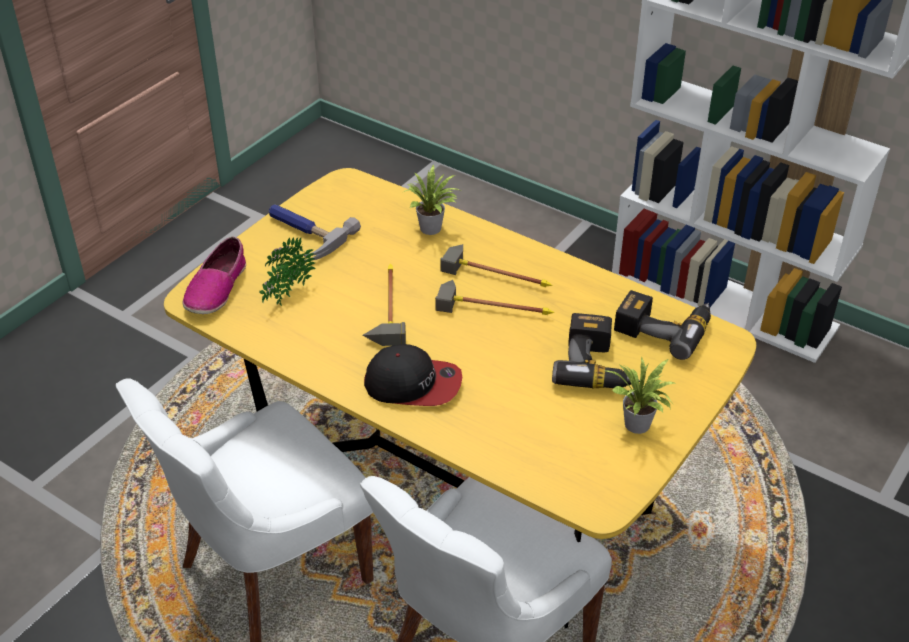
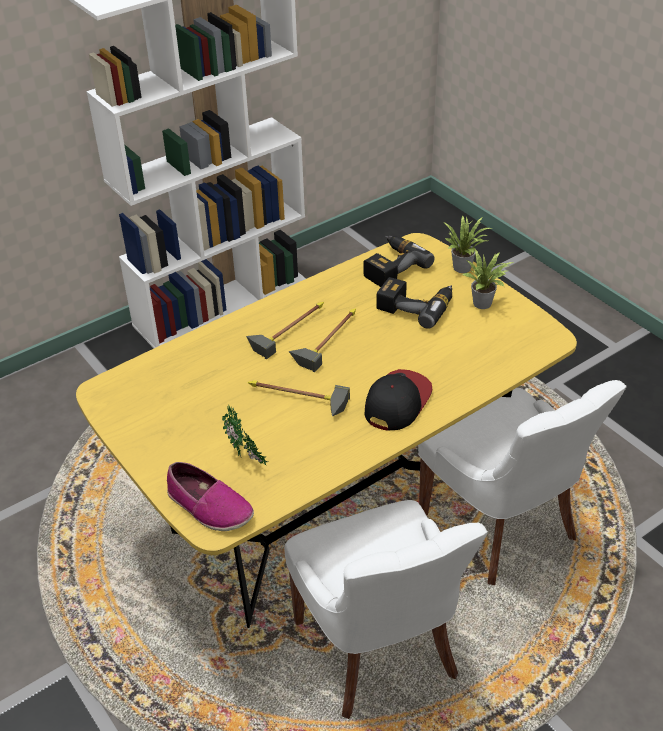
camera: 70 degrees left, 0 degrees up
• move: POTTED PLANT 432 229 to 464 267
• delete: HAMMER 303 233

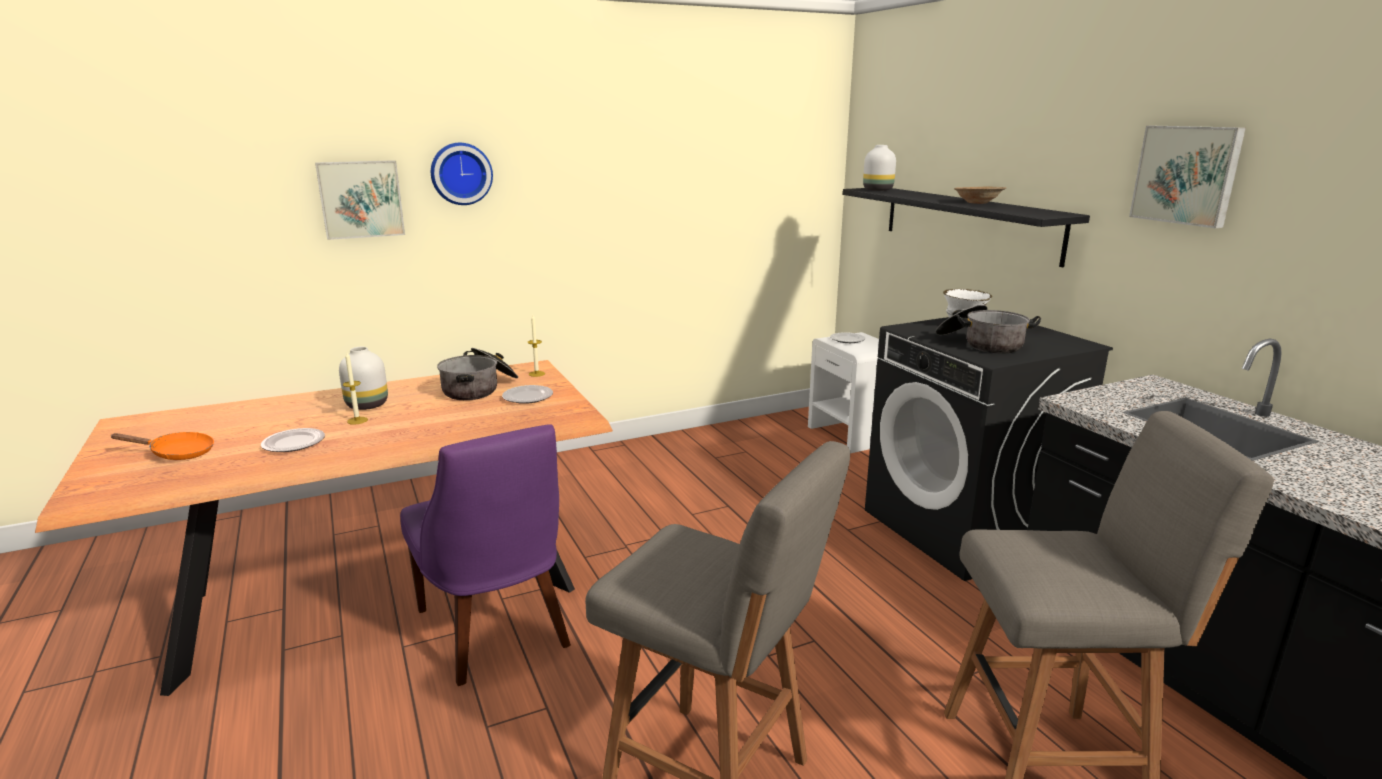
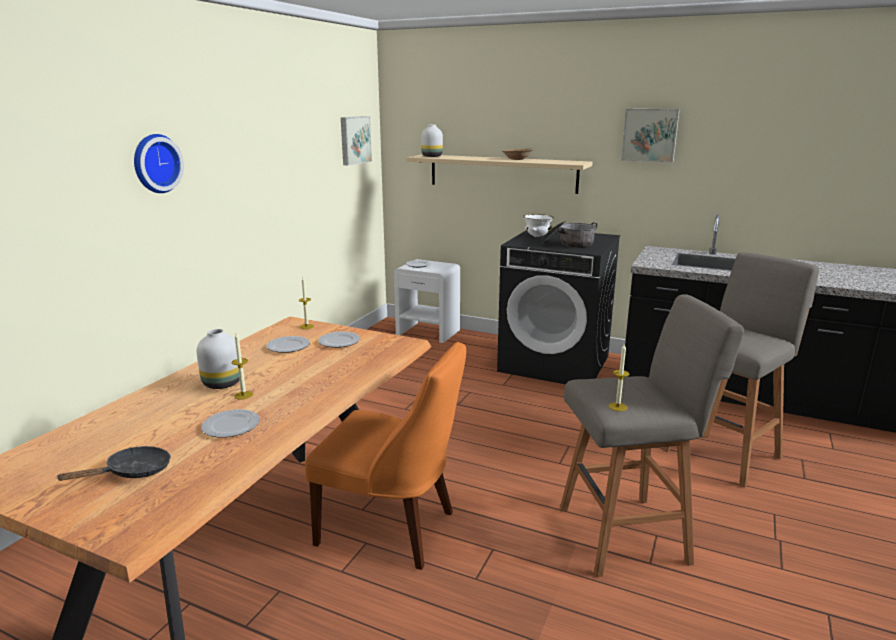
camera: 40 degrees left, 0 degrees up
• recolor: ORANGE FRYING PAN 177 453 to BLACK-COLOURED FRYING PAN 133 472
• replace: SAUCEPOT 480 388 to PLATE 288 347
• recolor: PURPLISH CHAIR 495 632 to ORANGE CHAIR 392 529
• move: WALL ART 361 199 to 354 140
• recolor: BLACK-COLOURED BRACKET SHELF 968 223 to BEIGE BRACKET SHELF 502 173
• insert: WAX CANDLE 617 407

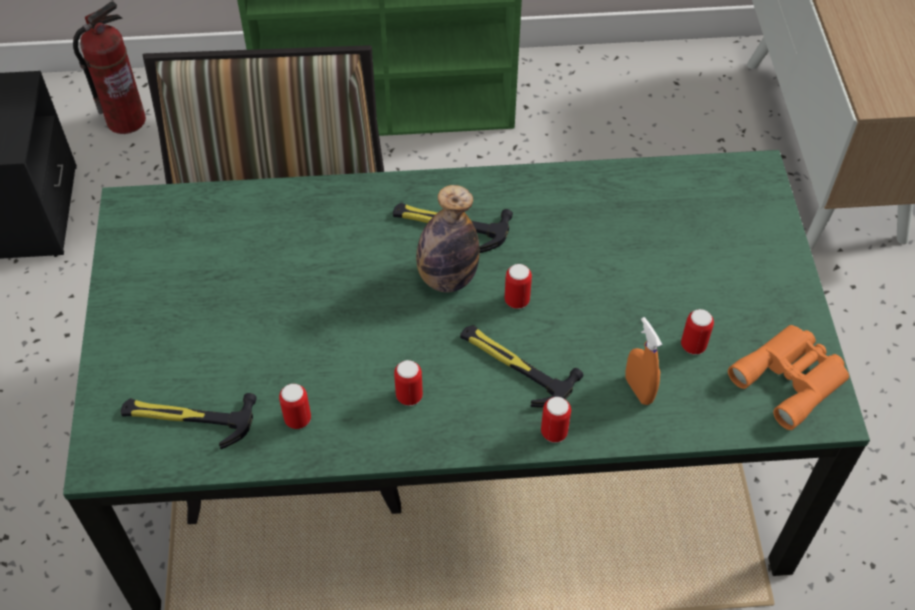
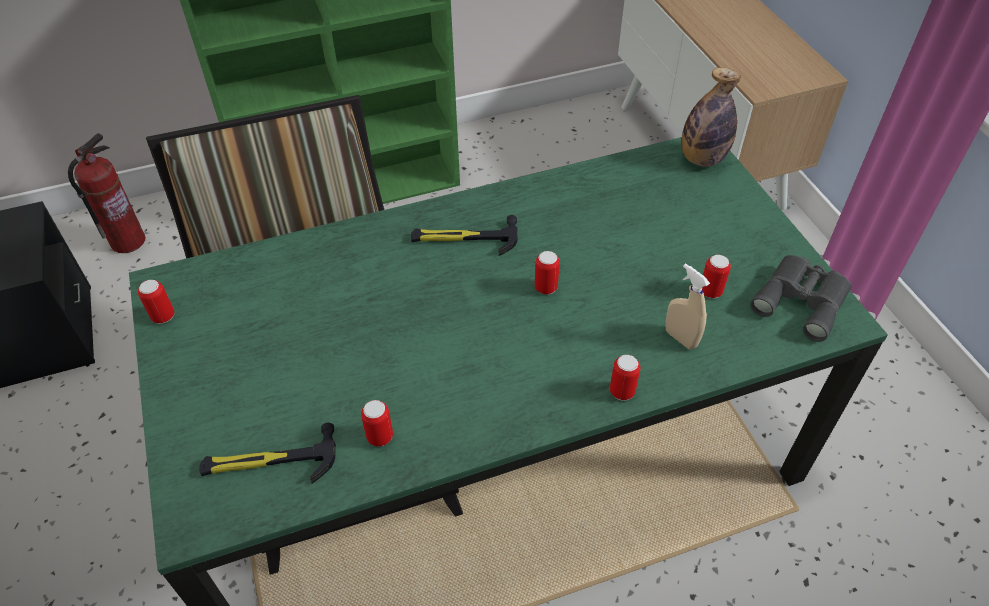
camera: 15 degrees left, 5 degrees down
• move: METAL CAN 409 396 to 163 316
• recolor: ORANGE SPRAYER 638 390 to BEIGE SPRAYER 680 338
• move: BEVERAGE BOTTLE 447 278 to 702 159
• recolor: ORANGE FIELD GLASSES 791 378 to GREY FIELD GLASSES 802 299
• delete: HAMMER 514 365

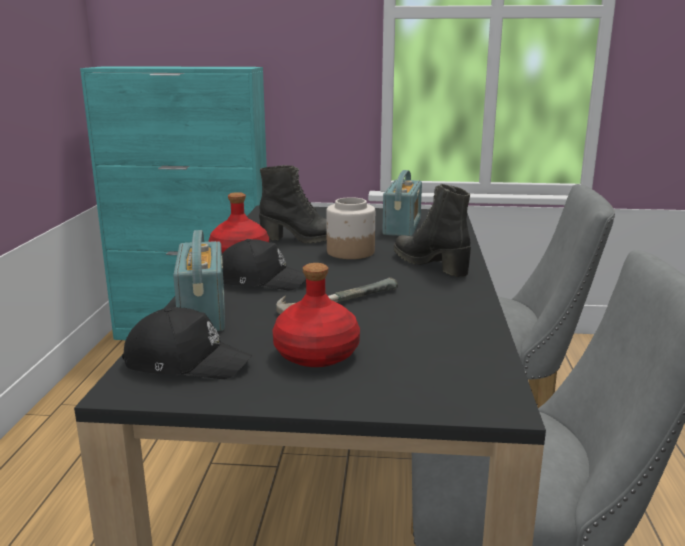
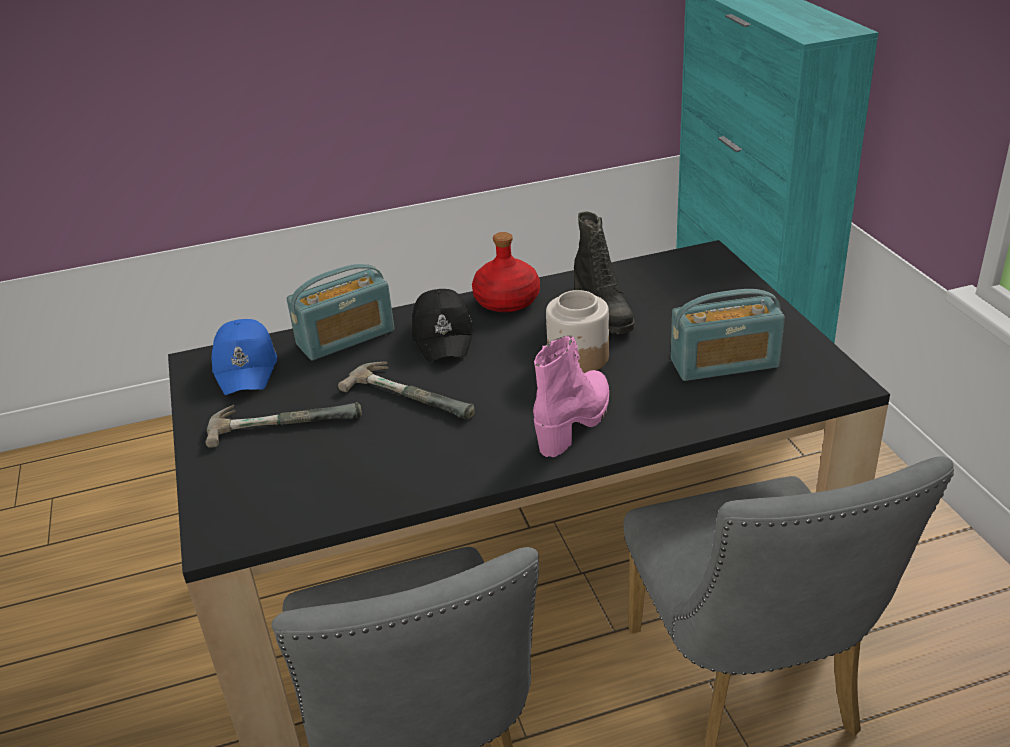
camera: 70 degrees right, 15 degrees up
• replace: RED BEVERAGE BOTTLE 316 353 to HAMMER 284 419
• recolor: BLACK-COLOURED BASEBALL CAP 186 362 to BLUISH BASEBALL CAP 247 367
• recolor: BLACK-COLOURED BOOT 430 264 to PINK-COLOURED BOOT 575 422

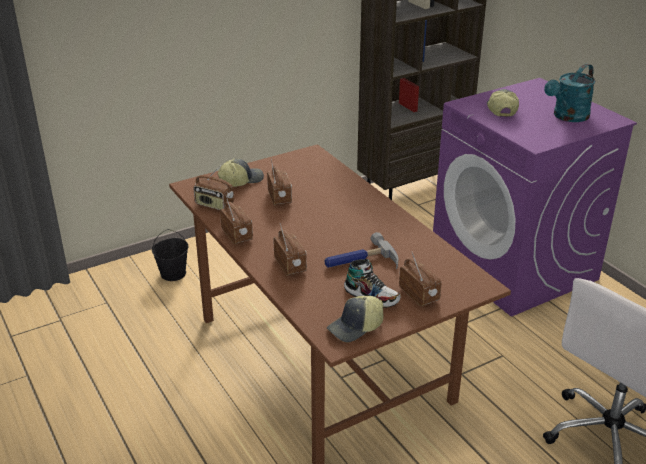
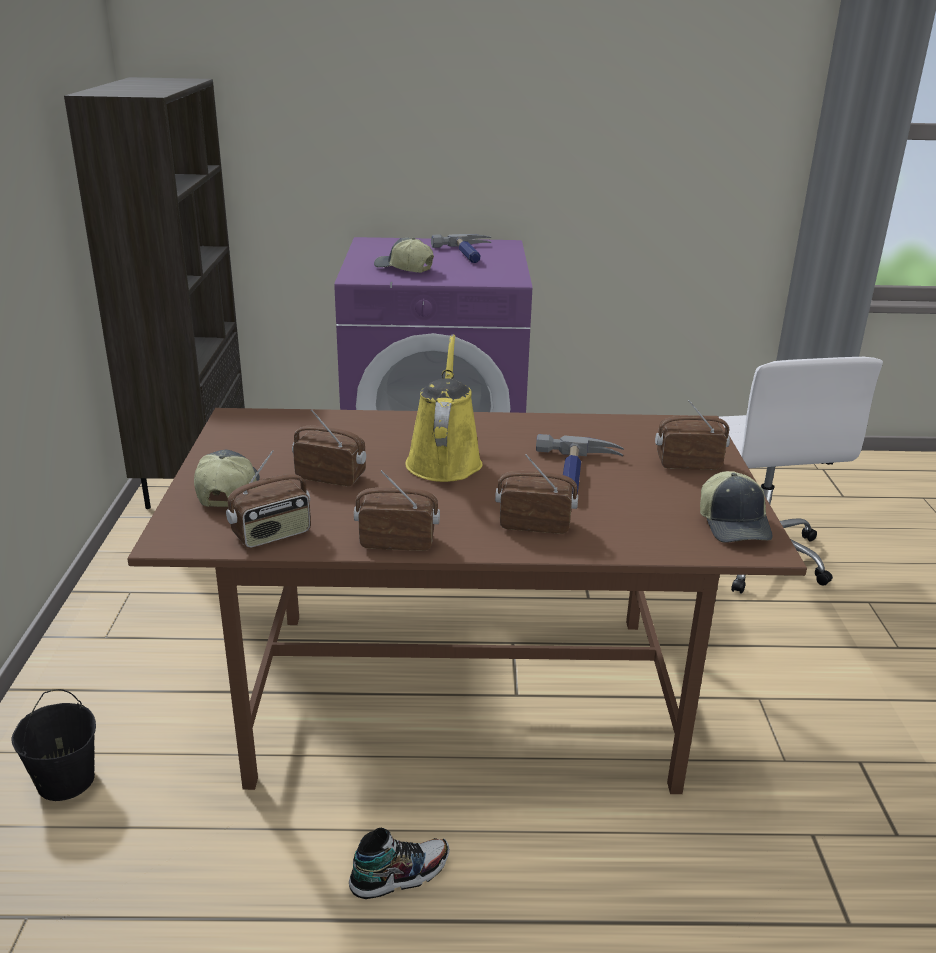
camera: 60 degrees left, 5 degrees down
• move: SHOE 371 296 to 399 874
• insert: YELLOW-COLOURED SPRINKLING CAN 444 460
• replace: BLUE-GREEN SPRINKLING CAN 567 117 to HAMMER 468 254

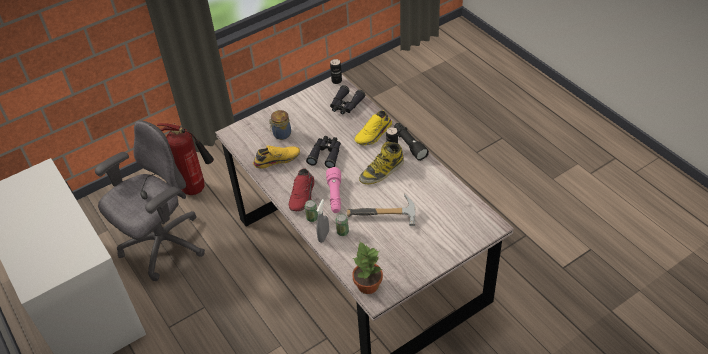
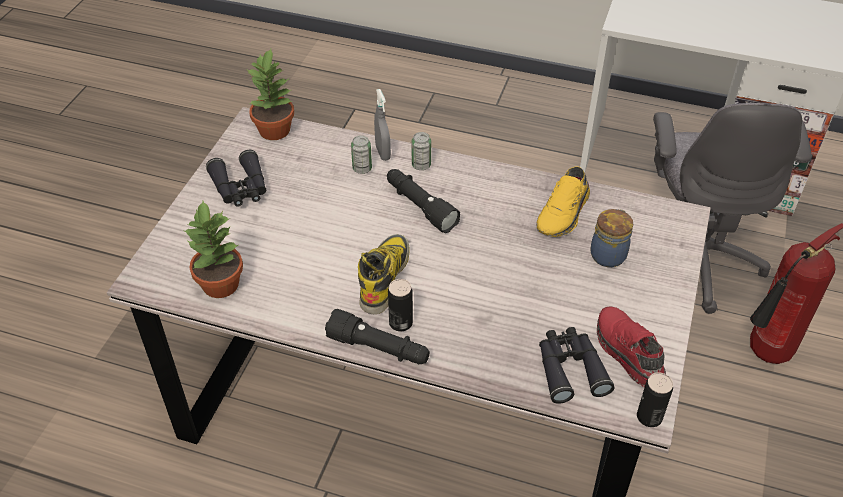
camera: 140 degrees right, 0 degrees up
• insert: POTTED PLANT 220 285
• move: BLACK-COLOURED FIELD GLASSES 326 154 to 240 188
• recolor: PINK-COLOURED TORCH 335 196 to BLACK-COLOURED TORCH 420 206
• move: RED SHOE 303 196 to 627 353
• delete: HAMMER 384 218
• delete: YELLOW-COLOURED SHOE 374 134

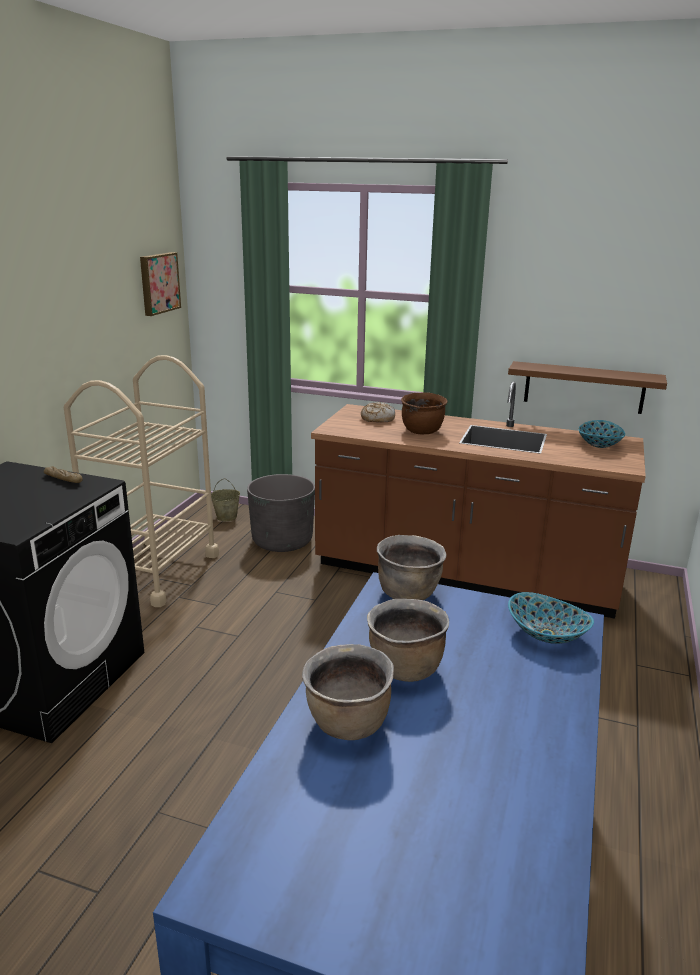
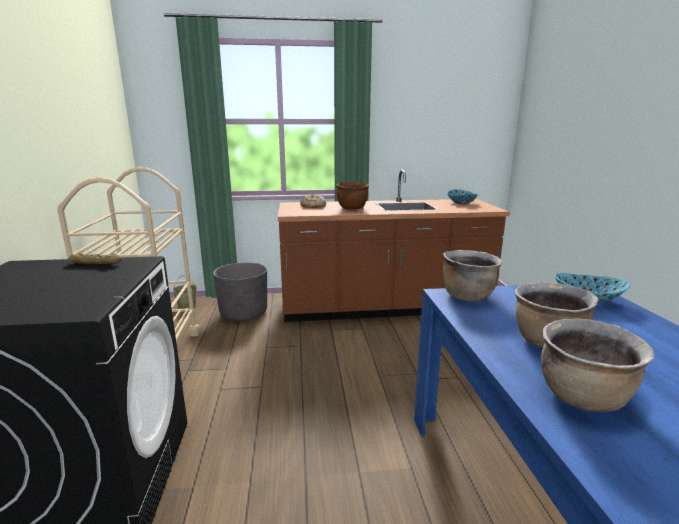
camera: 25 degrees left, 5 degrees down
• delete: WALL ART 158 283
• delete: BROWNISH BRACKET SHELF 584 387

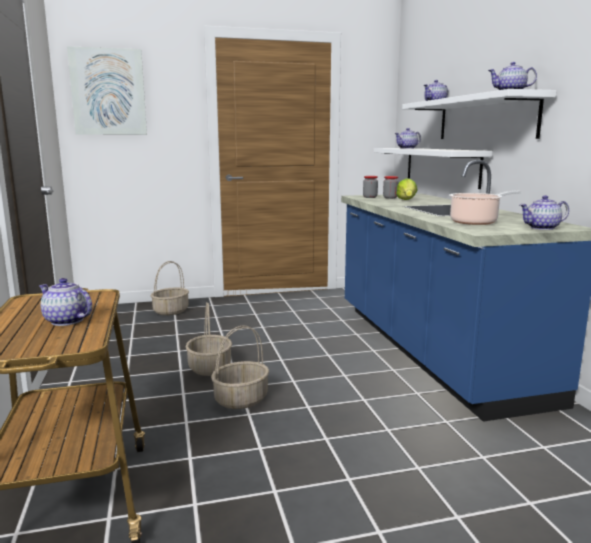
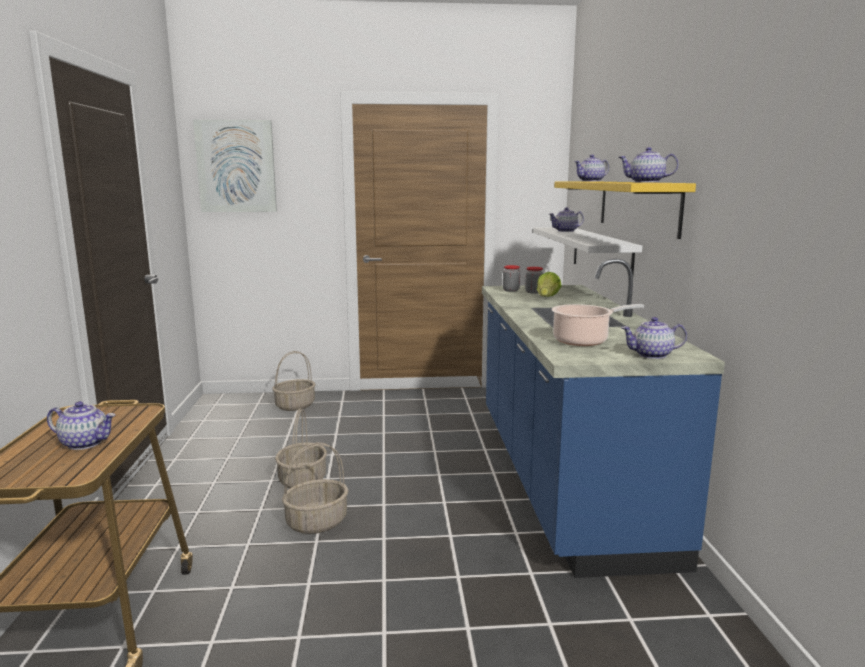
camera: 10 degrees right, 0 degrees up
• rotate: TEAPOT 66 321 = 85 443 150 degrees clockwise
• recolor: WHITE BRACKET SHELF 485 118 to YELLOW-COLOURED BRACKET SHELF 637 206

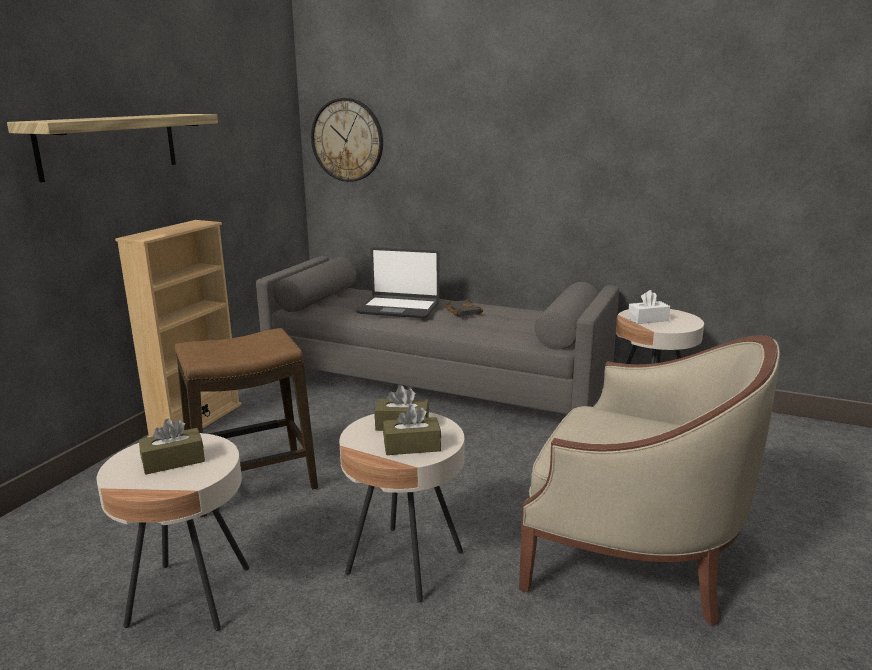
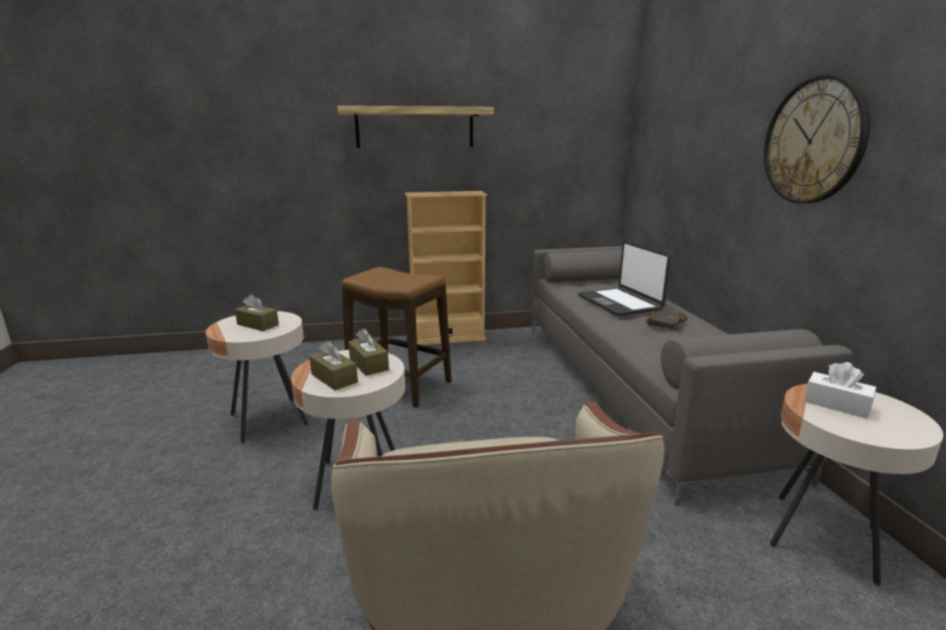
camera: 55 degrees right, 0 degrees up
• move: HANGING CLOCK 347 140 to 814 141

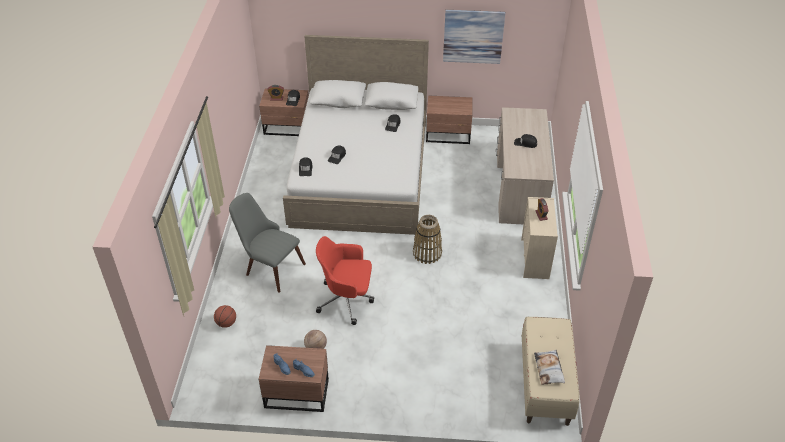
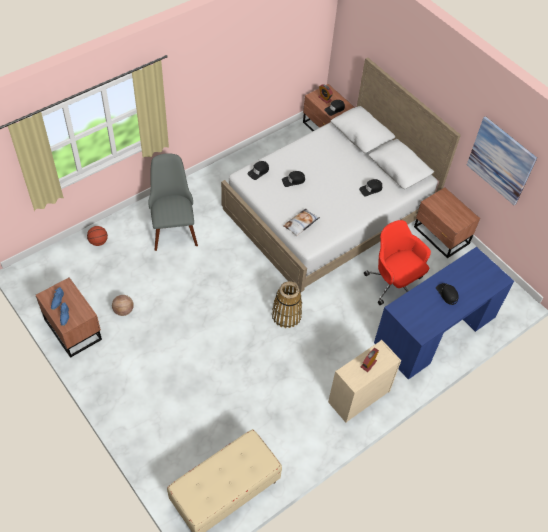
camera: 45 degrees right, 10 degrees up
• move: THROW PILLOW 549 369 to 301 224
• move: RED COMPUTER CHAIR 347 300 to 394 283
• recolor: BEIGE DESK UNIT 519 187 to BLUISH DESK UNIT 434 329

